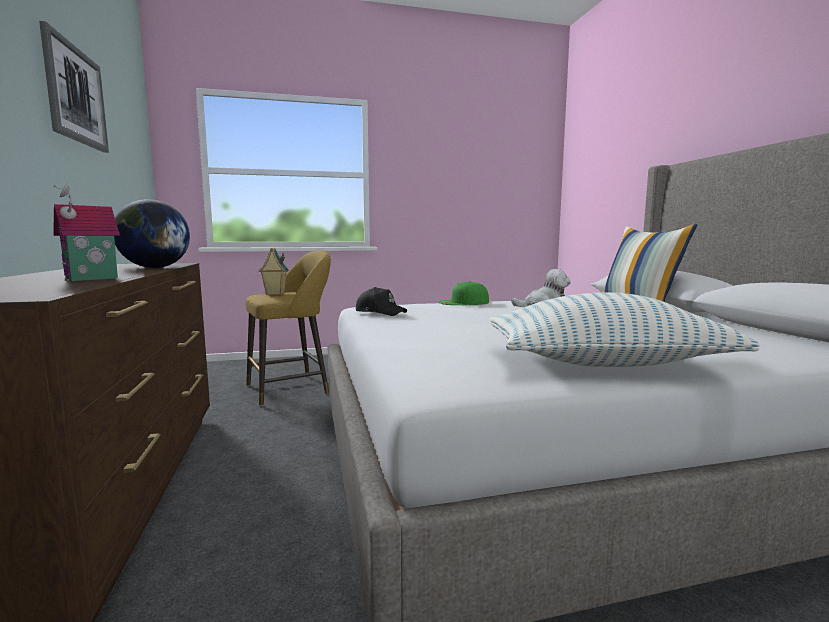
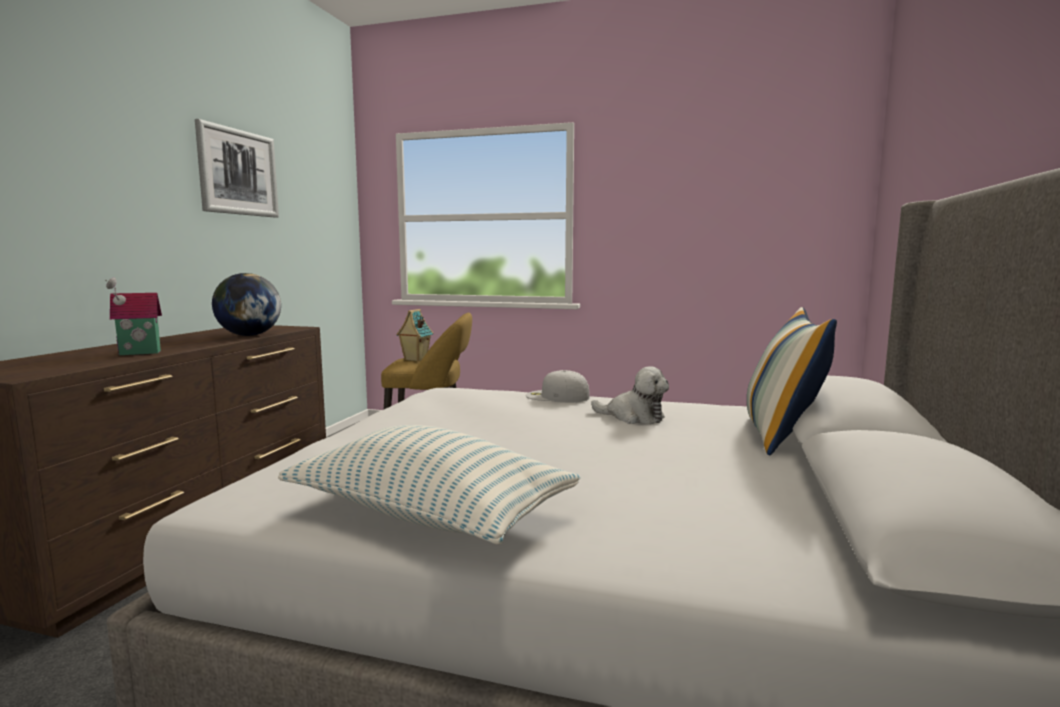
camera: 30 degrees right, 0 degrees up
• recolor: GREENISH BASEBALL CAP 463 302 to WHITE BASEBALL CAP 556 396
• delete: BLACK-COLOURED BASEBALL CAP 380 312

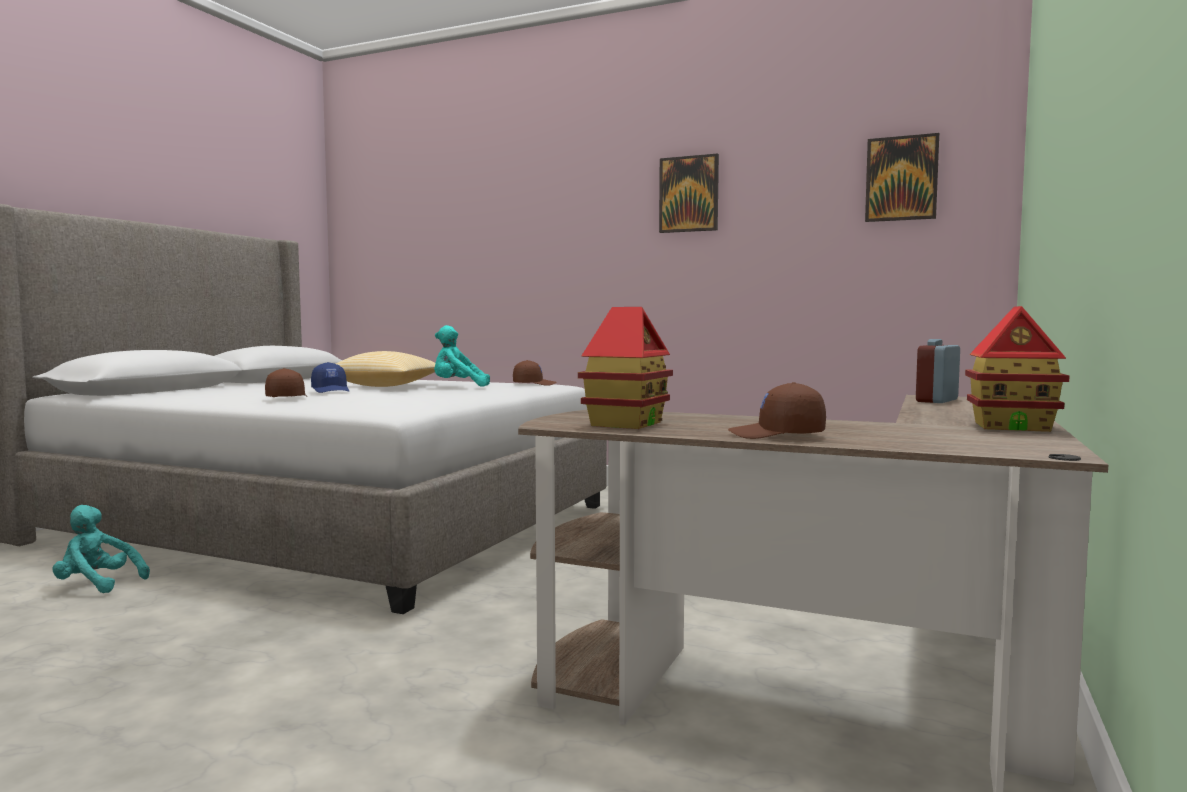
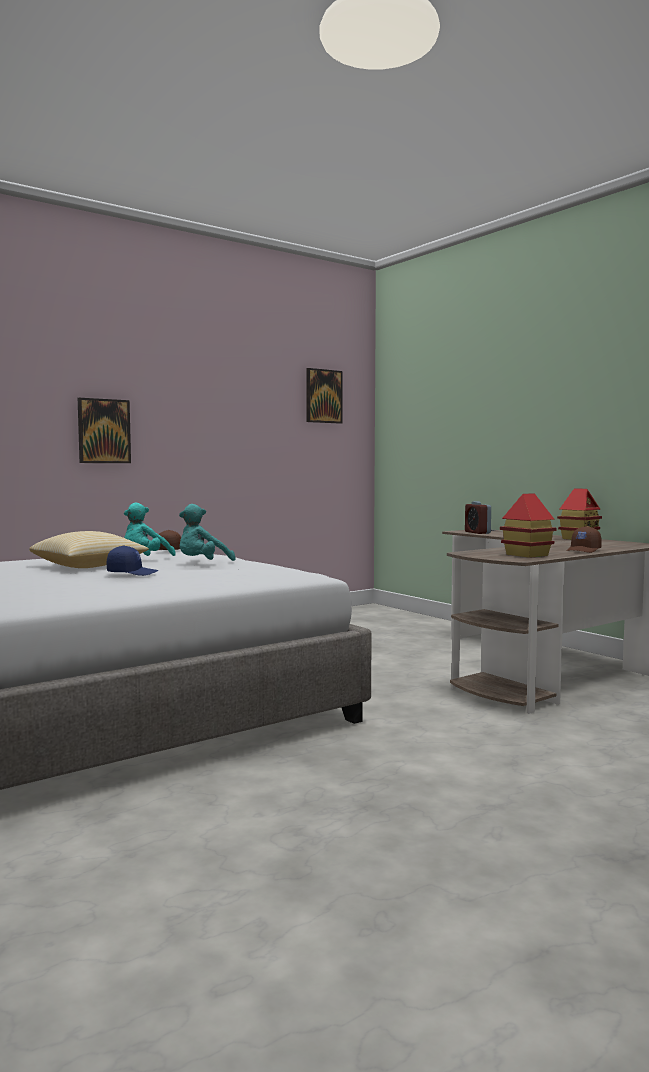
camera: 60 degrees left, 0 degrees up
• move: WALL ART 689 194 to 104 431
• move: BLUE-GREEN SOFT TOY 97 585 to 202 563
• delete: BROWNISH BASEBALL CAP 286 398

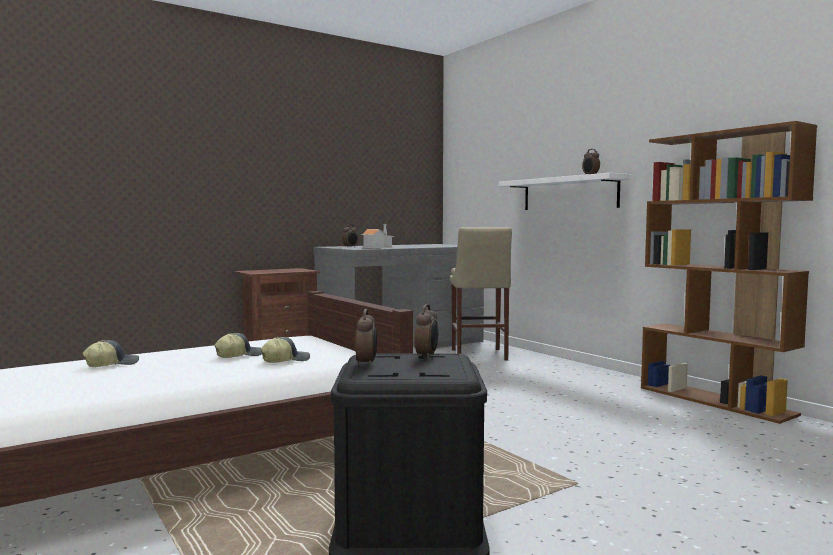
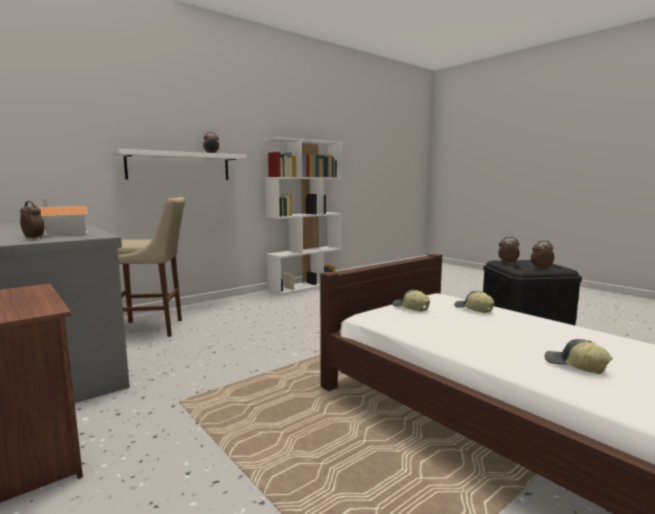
camera: 95 degrees left, 5 degrees up
• recolor: BROWNISH BOOKCASE 715 401 to WHITE BOOKCASE 306 286
• move: BASEBALL CAP 239 356 to 410 308

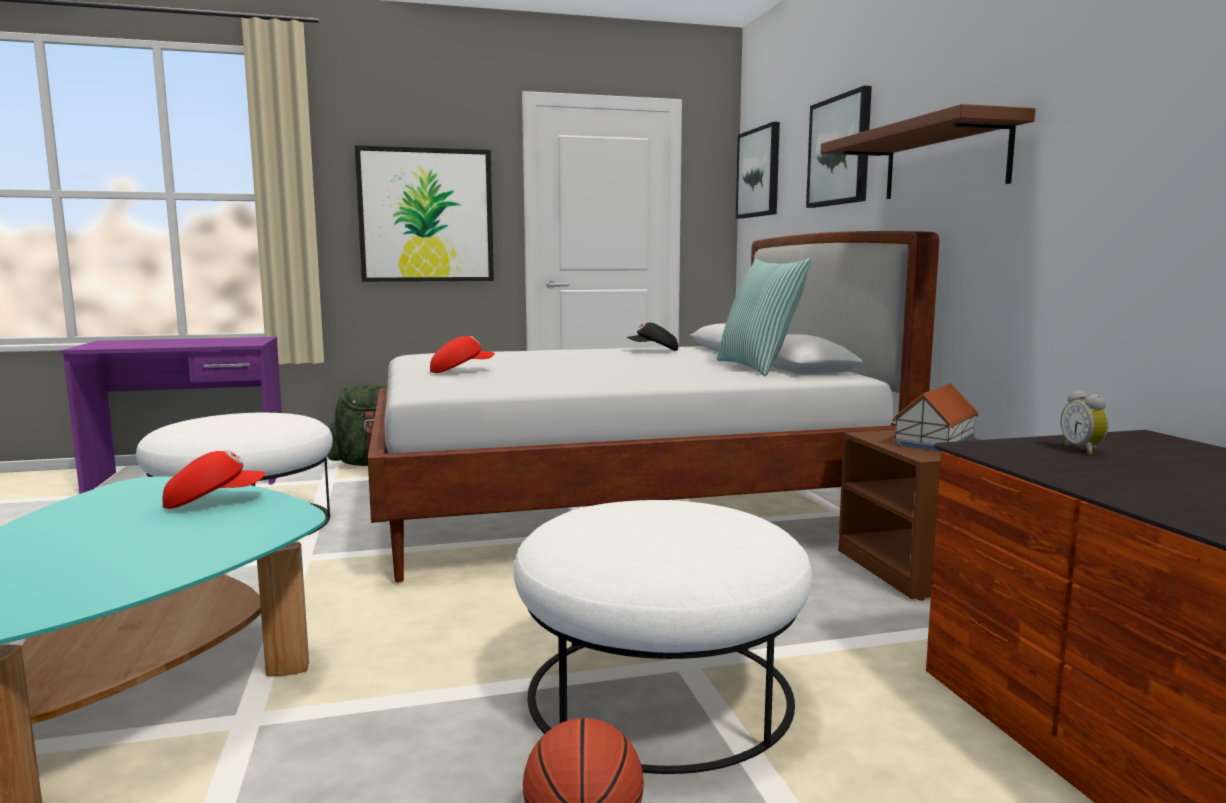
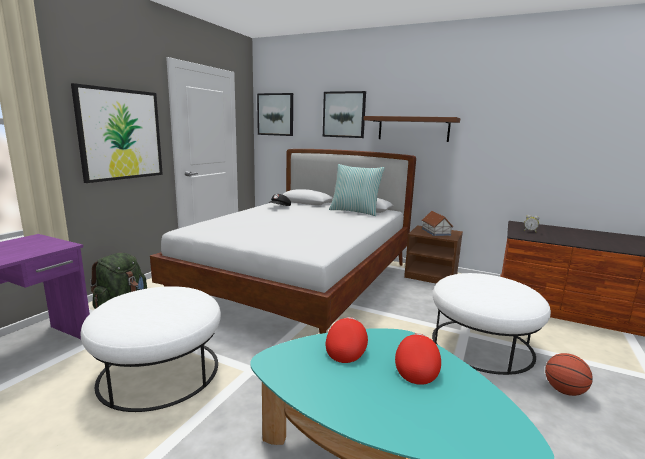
camera: 50 degrees left, 5 degrees up
• move: RED BASEBALL CAP 461 371 to 416 367

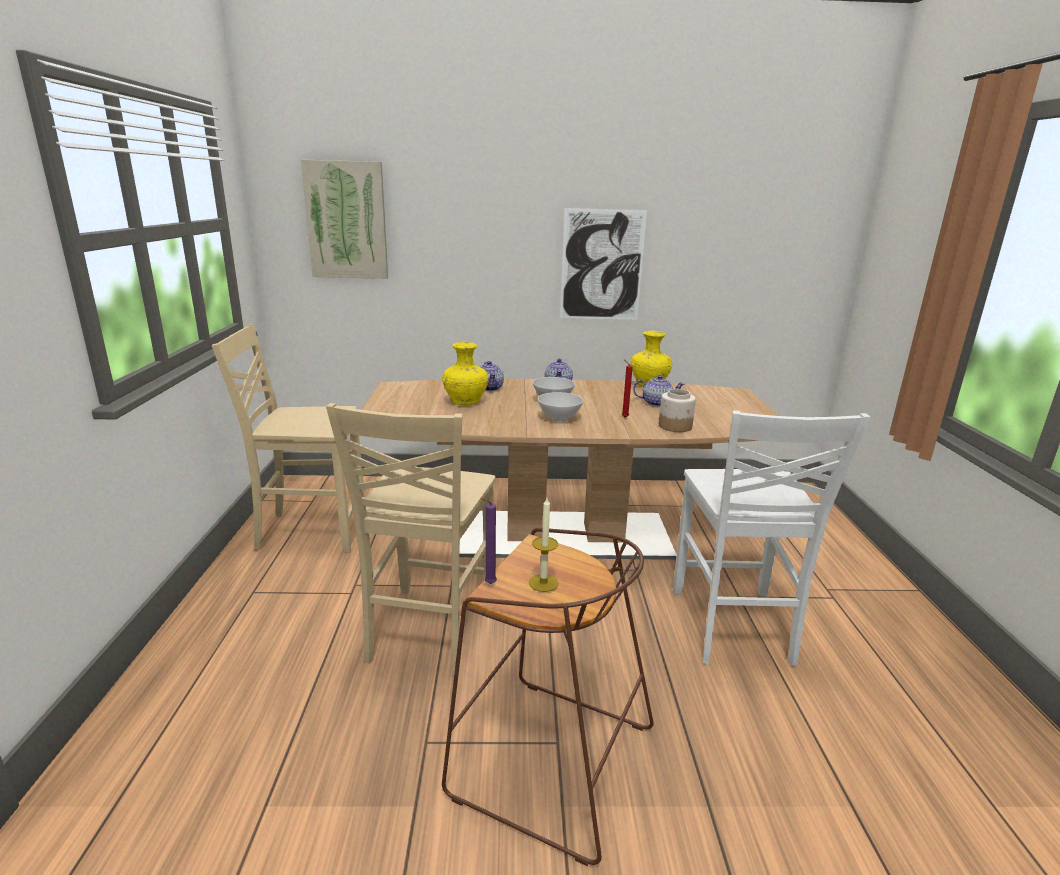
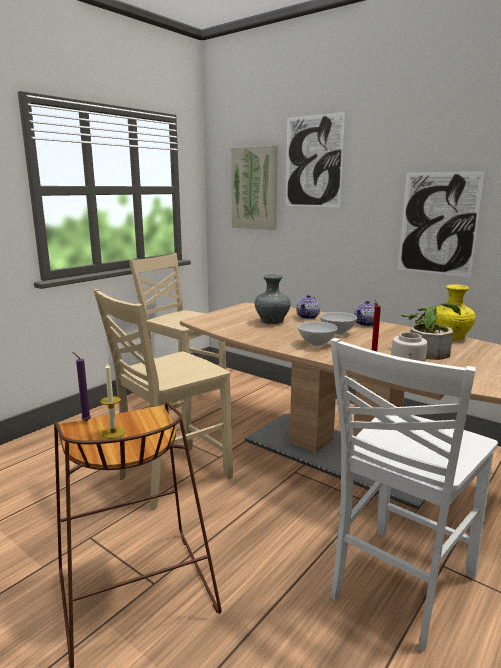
camera: 40 degrees right, 5 degrees down
• recolor: YELLOW-COLOURED DECORATIVE VASE 466 402 to GREY DECORATIVE VASE 272 322
• insert: WALL ART 313 162
• replace: TEAPOT 656 403 to POTTED PLANT 428 351

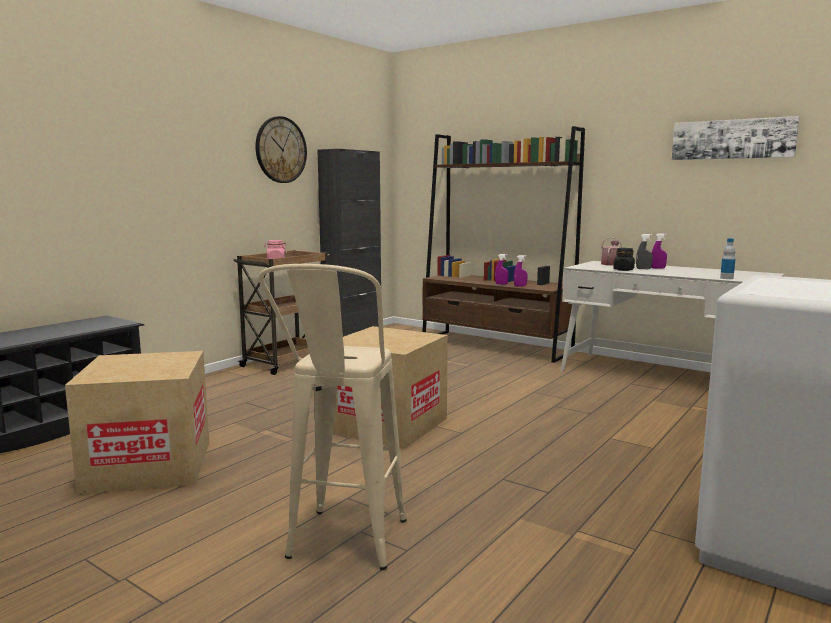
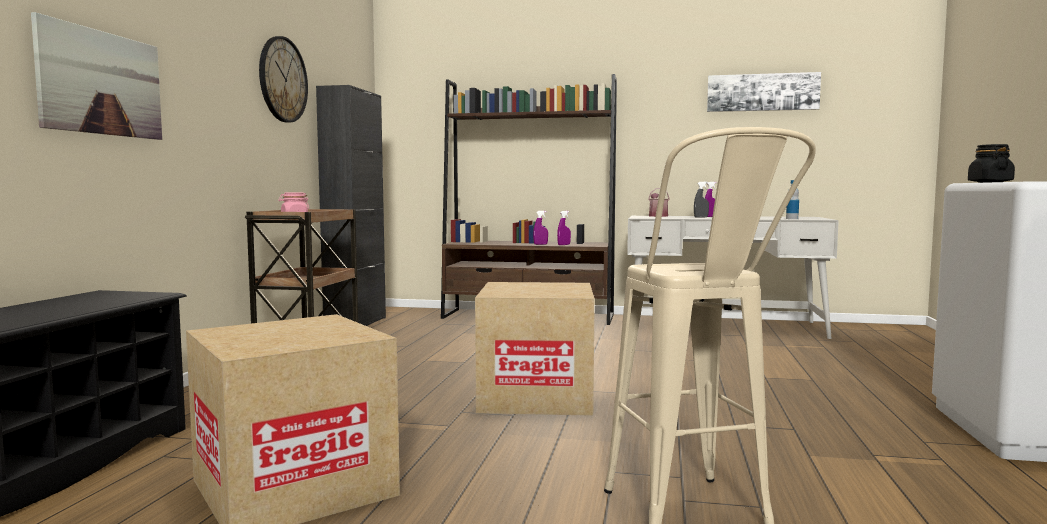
camera: 25 degrees left, 5 degrees down
• insert: WALL ART 101 83
• move: BLACK-COLOURED STORAGE JAR 623 270 to 989 182

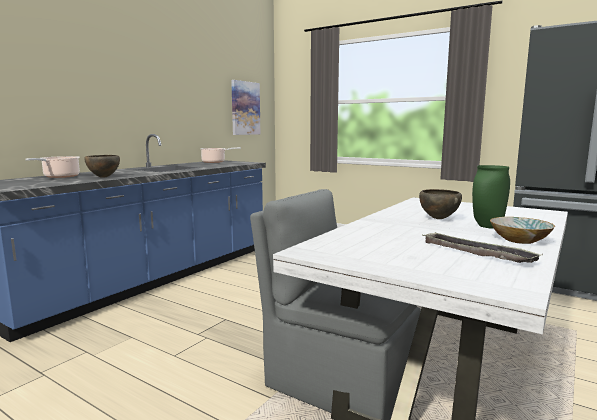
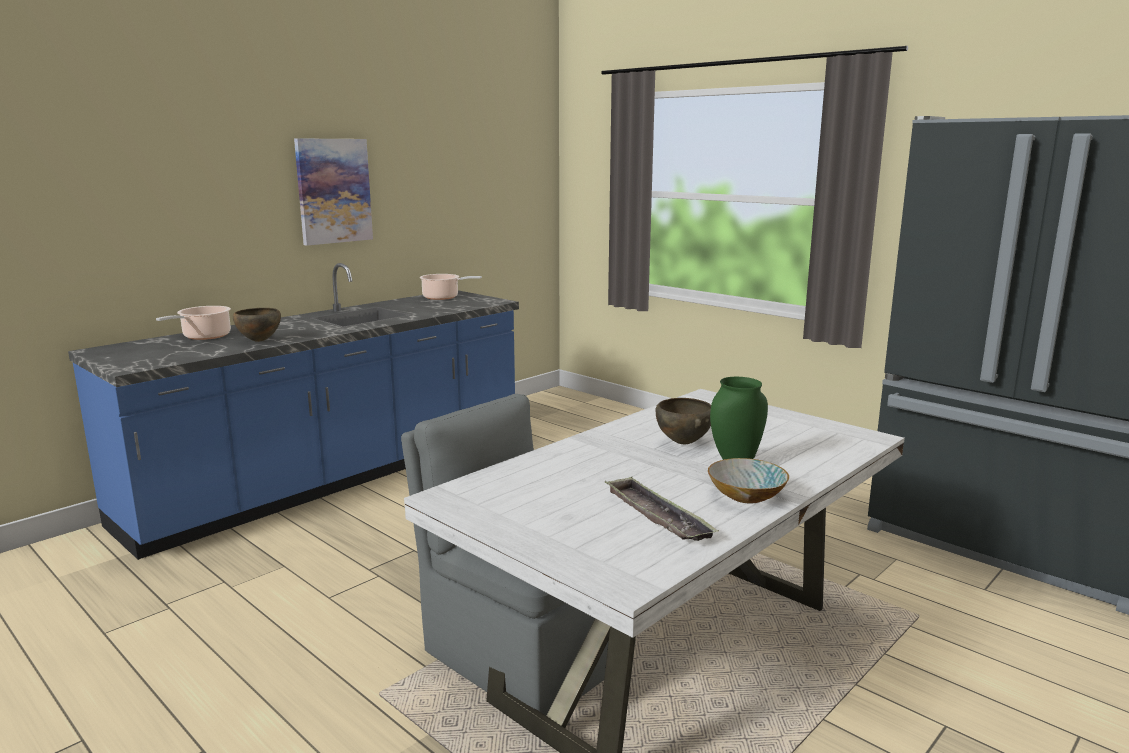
camera: 10 degrees right, 5 degrees up
• move: WALL ART 245 108 to 333 191

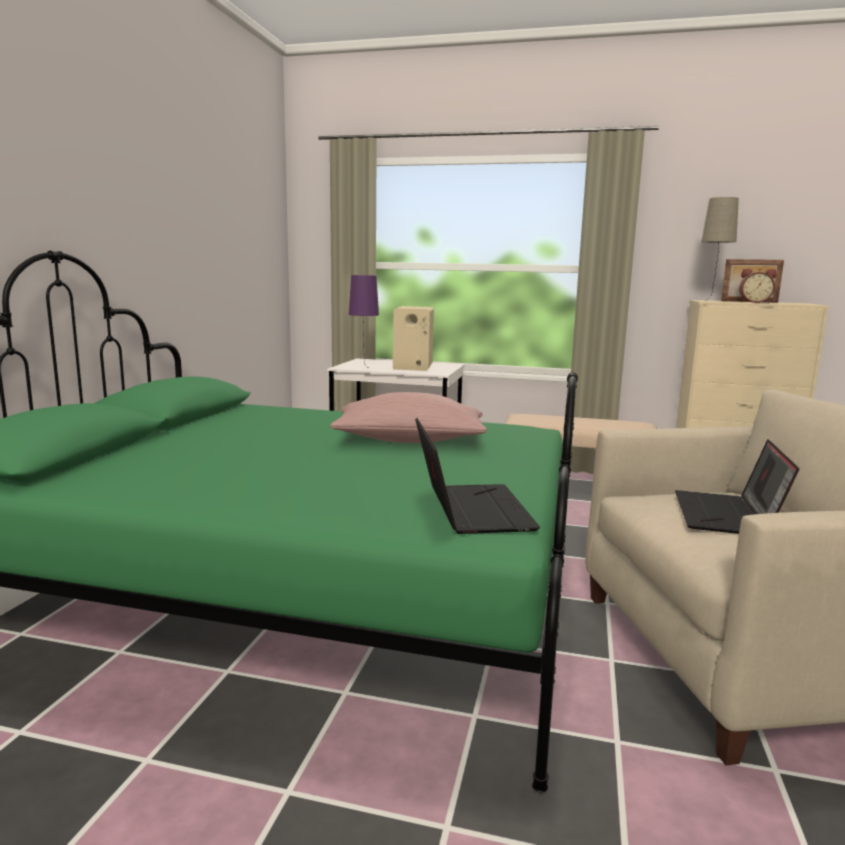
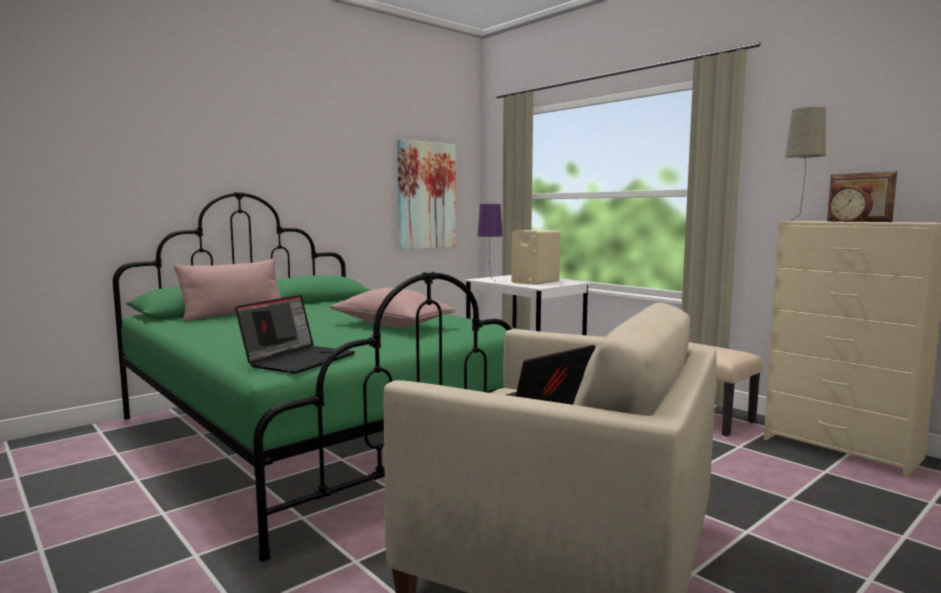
camera: 35 degrees right, 5 degrees down
• insert: PINK-COLOURED THROW PILLOW 234 314
• insert: WALL ART 426 195

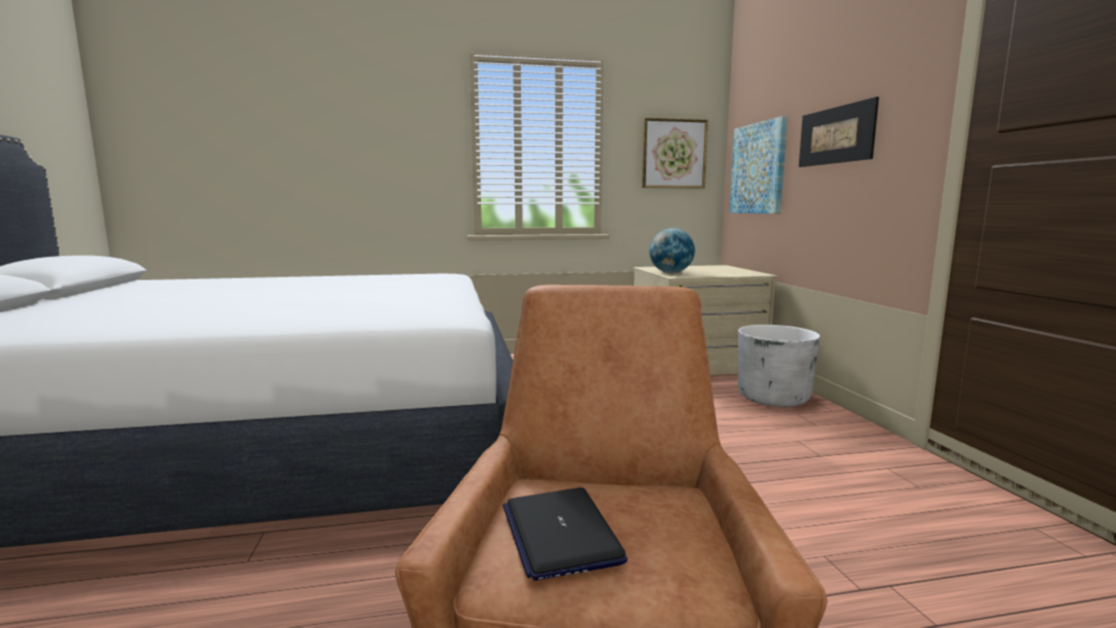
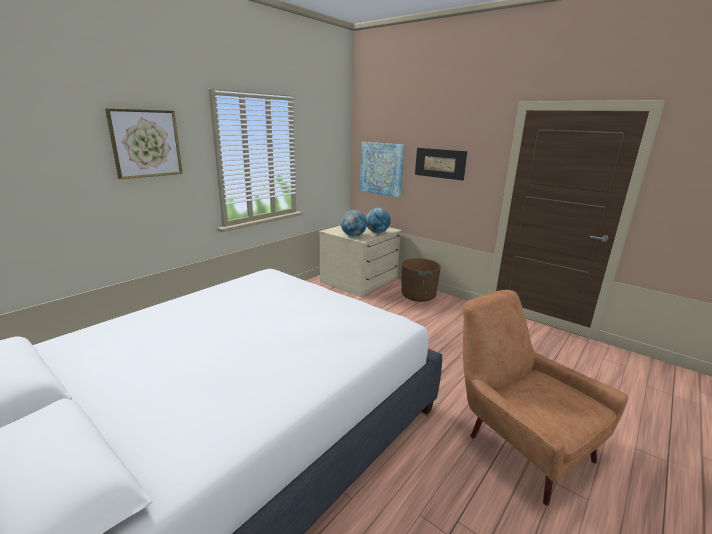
camera: 40 degrees left, 10 degrees up
• move: WALL ART 674 154 to 146 143
• insert: WORLD GLOBE 377 232
• recolor: WHITE FLOWER POT 773 398 to BROWNISH FLOWER POT 418 296
• delete: PORTABLE COMPUTER 560 533

